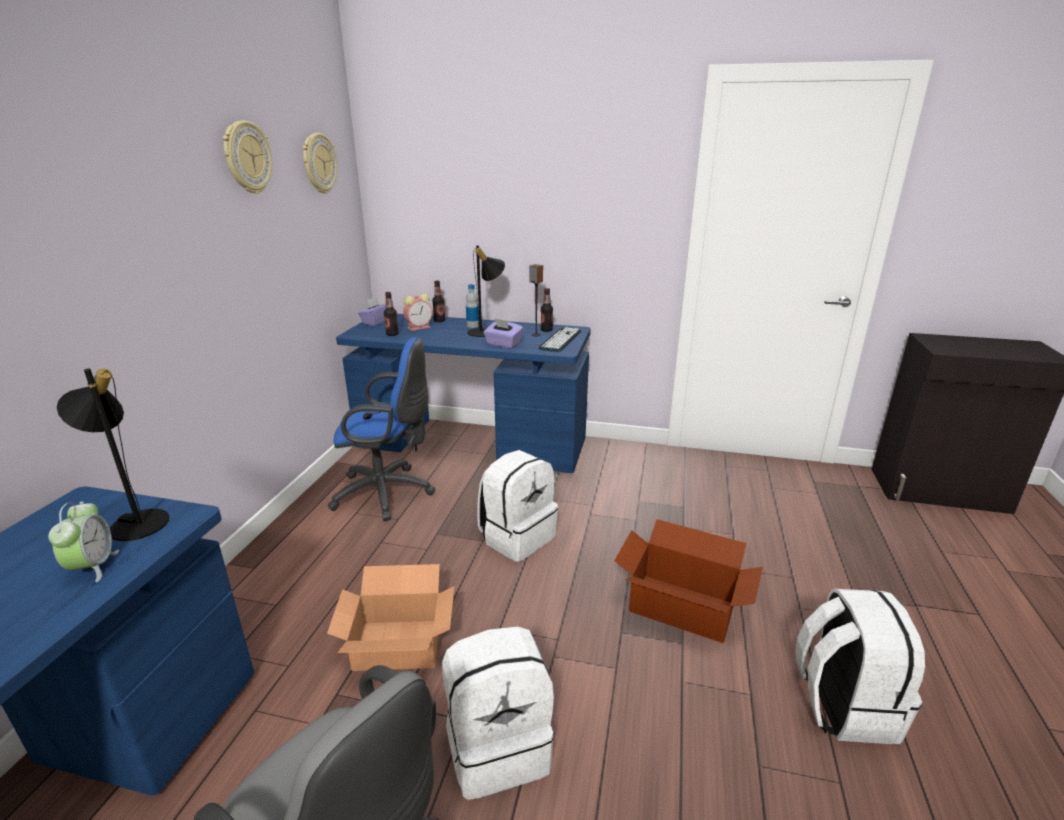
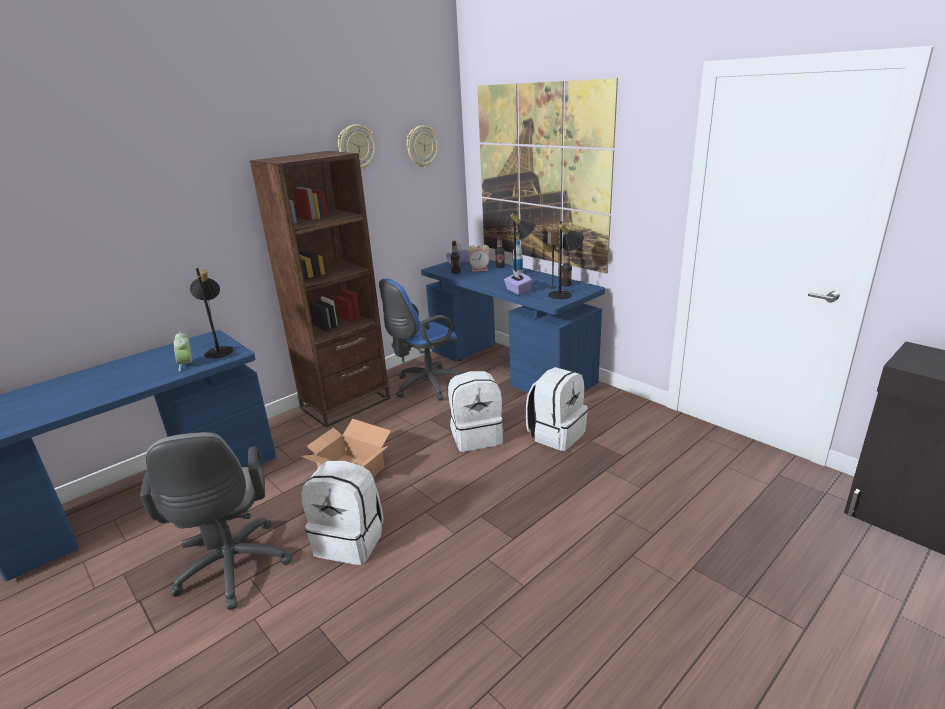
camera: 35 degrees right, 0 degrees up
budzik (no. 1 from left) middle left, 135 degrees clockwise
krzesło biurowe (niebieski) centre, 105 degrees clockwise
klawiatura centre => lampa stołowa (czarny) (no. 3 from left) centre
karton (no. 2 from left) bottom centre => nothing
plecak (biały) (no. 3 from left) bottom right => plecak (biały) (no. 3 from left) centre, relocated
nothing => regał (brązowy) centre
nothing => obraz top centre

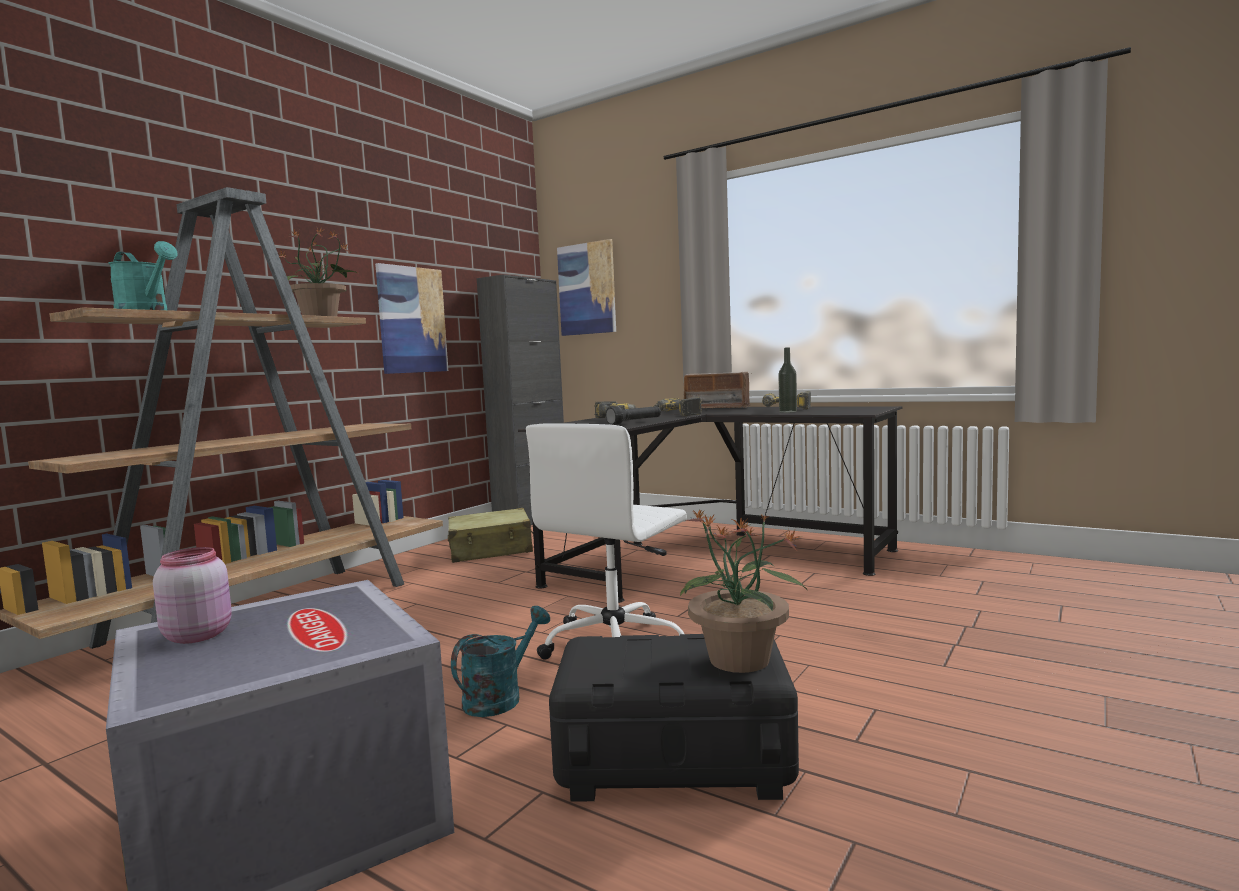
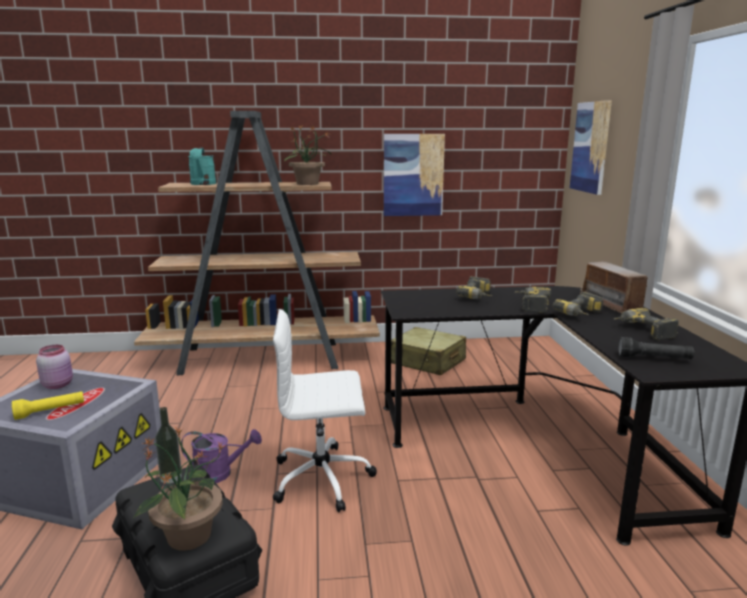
camera: 50 degrees right, 10 degrees up
konewka (turkusowy) (no. 2 from left) bottom centre => konewka (fioletowy) bottom left
szafka (czarny) centre => nothing
latarka (czarny) centre => latarka (czarny) middle right, relocated
butelka centre => butelka bottom left, relocated
nothing => latarka (żółty) bottom left
nothing => wiertarka (no. 3 from left) middle right

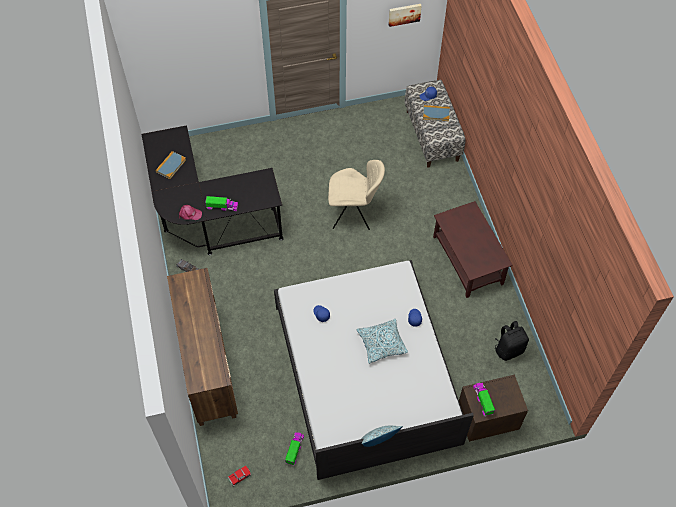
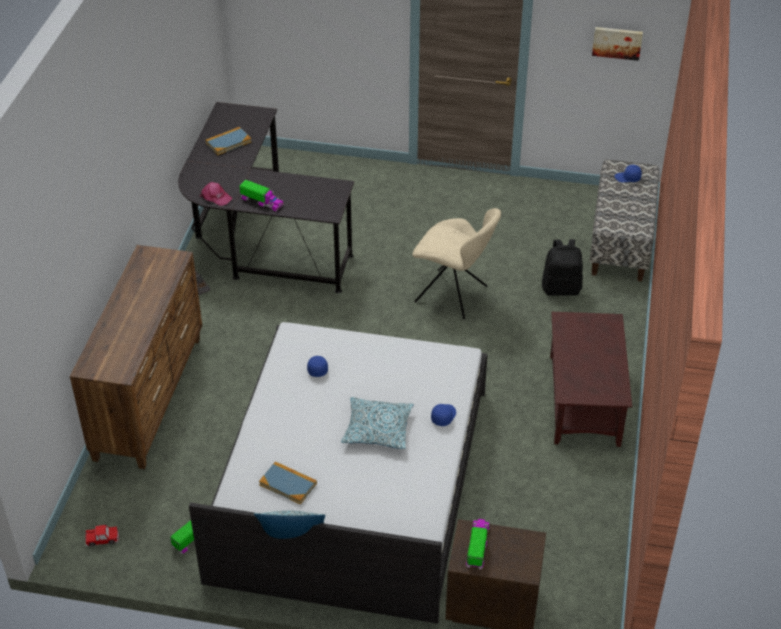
camera: 25 degrees right, 15 degrees down
książka (no. 2 from left) top centre => książka (no. 2 from left) bottom centre, relocated
plecak (czarny) bottom right => plecak (czarny) middle right, relocated

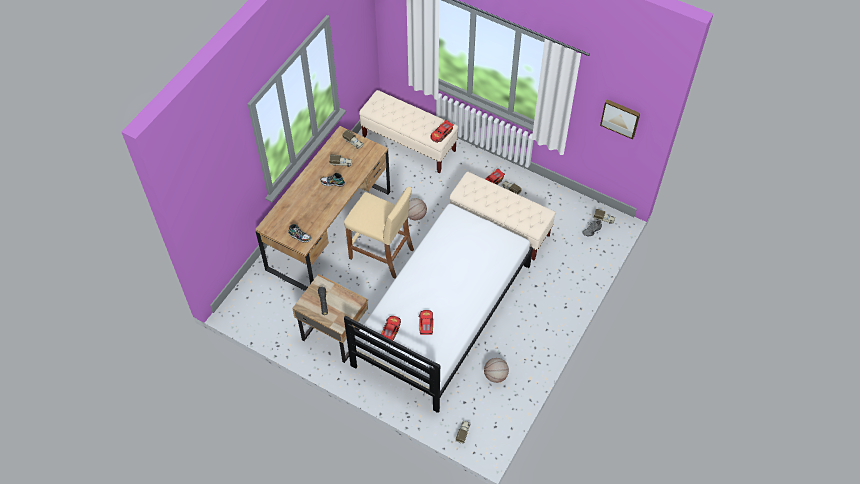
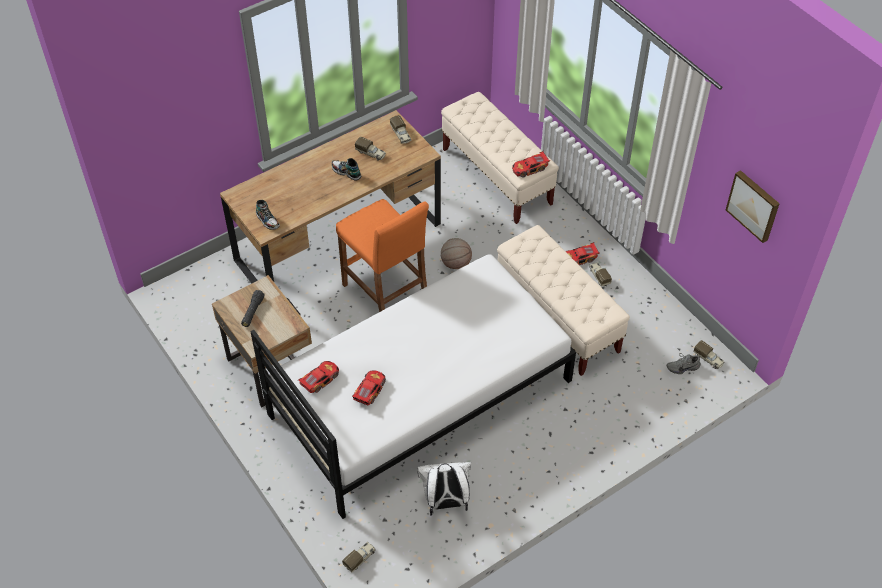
camera: 25 degrees right, 5 degrees down
stołek (beżowy) centre => stołek (pomarańczowy) centre
piłka do koszykówki (no. 2 from left) bottom centre => plecak (biały) bottom centre

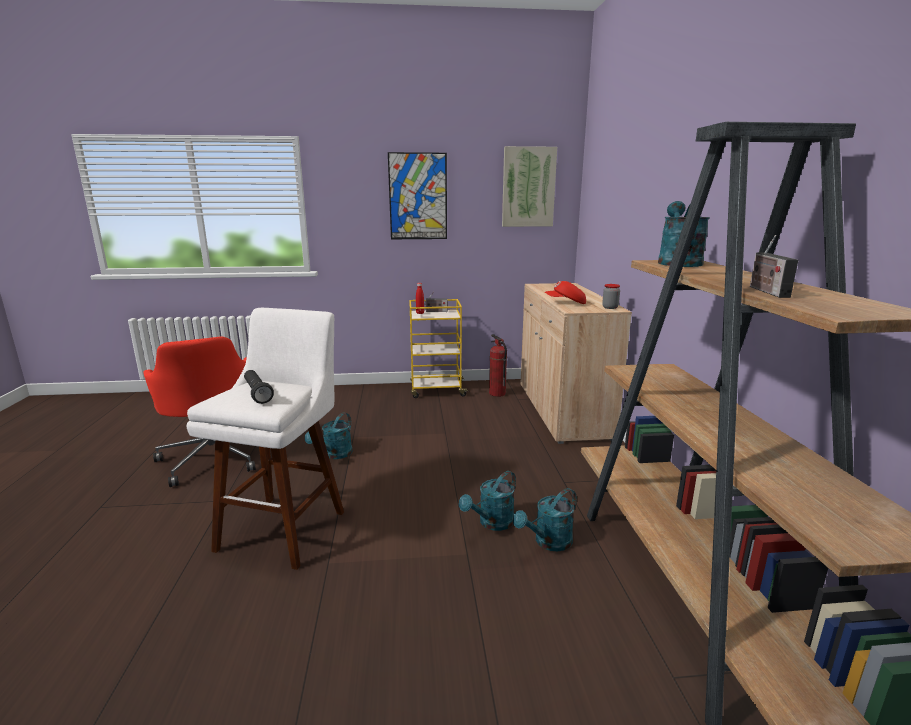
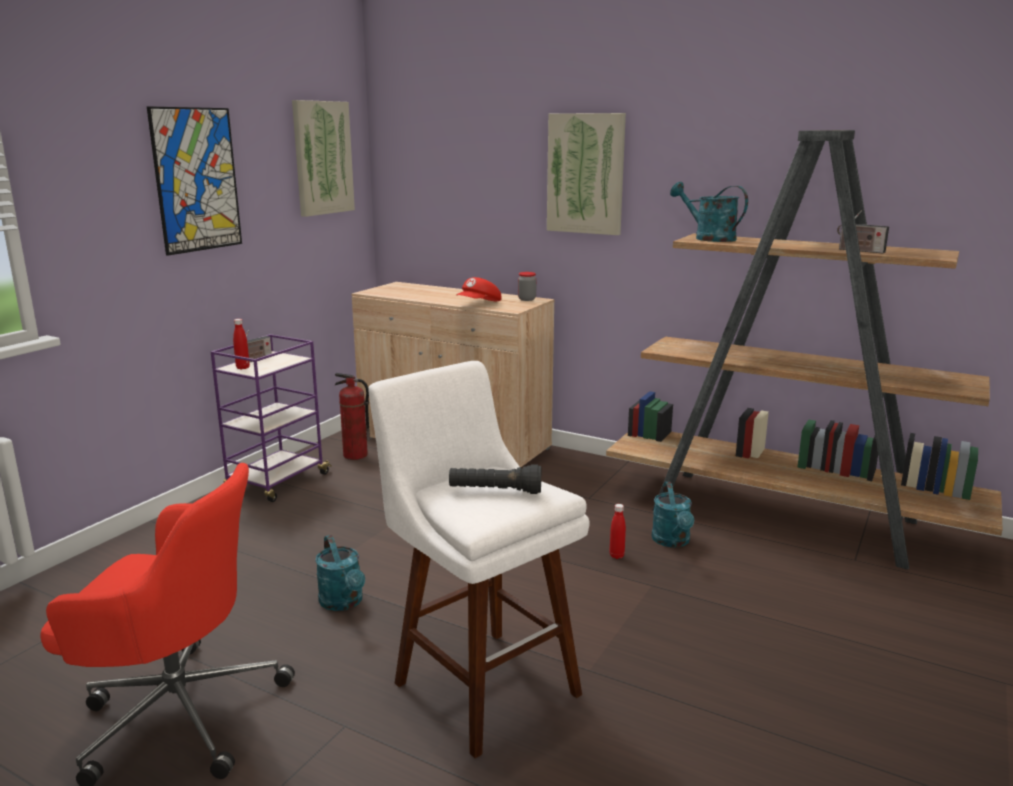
camera: 55 degrees left, 0 degrees up
wózek (żółty) centre => wózek (fioletowy) middle left
konewka (turkusowy) (no. 2 from left) bottom centre => butelka (czerwony) (no. 2 from left) bottom centre
nothing => obraz (no. 3 from left) top centre

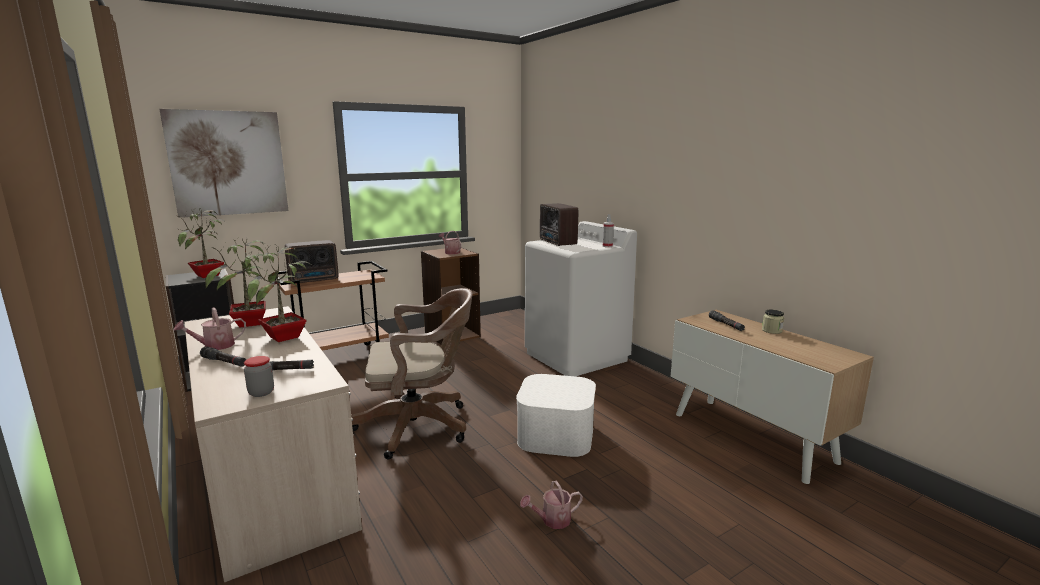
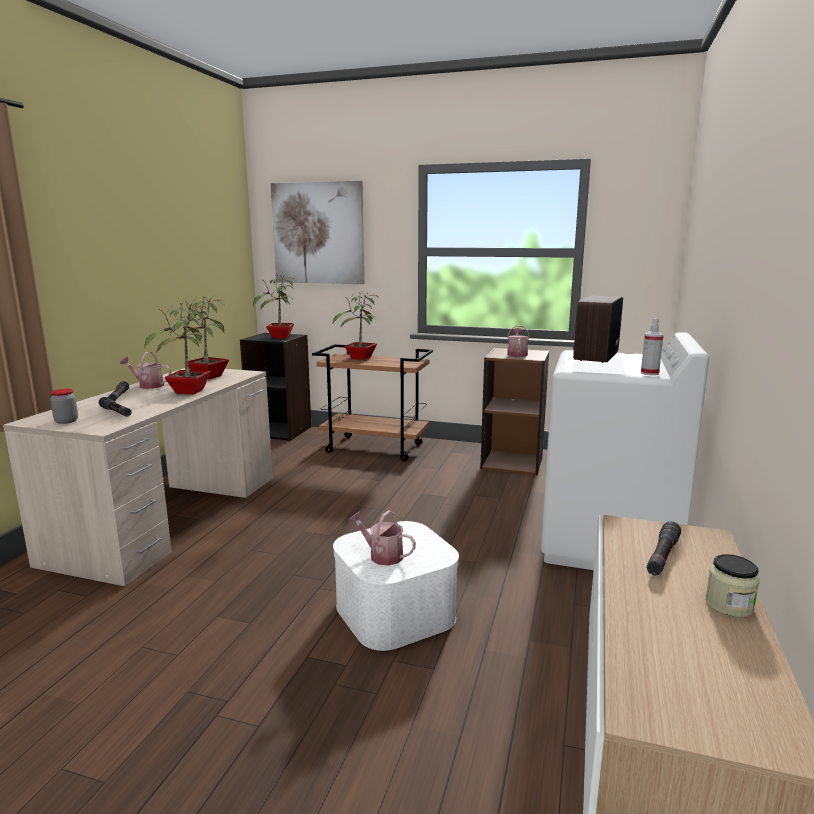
camera: 50 degrees right, 0 degrees up
radio (no. 1 from left) middle left => roślina doniczkowa (no. 4 from left) centre
krzesło biurowe (brązowy) centre => nothing
konewka (no. 3 from left in the first image) bottom centre => konewka (no. 2 from left) centre, relocated

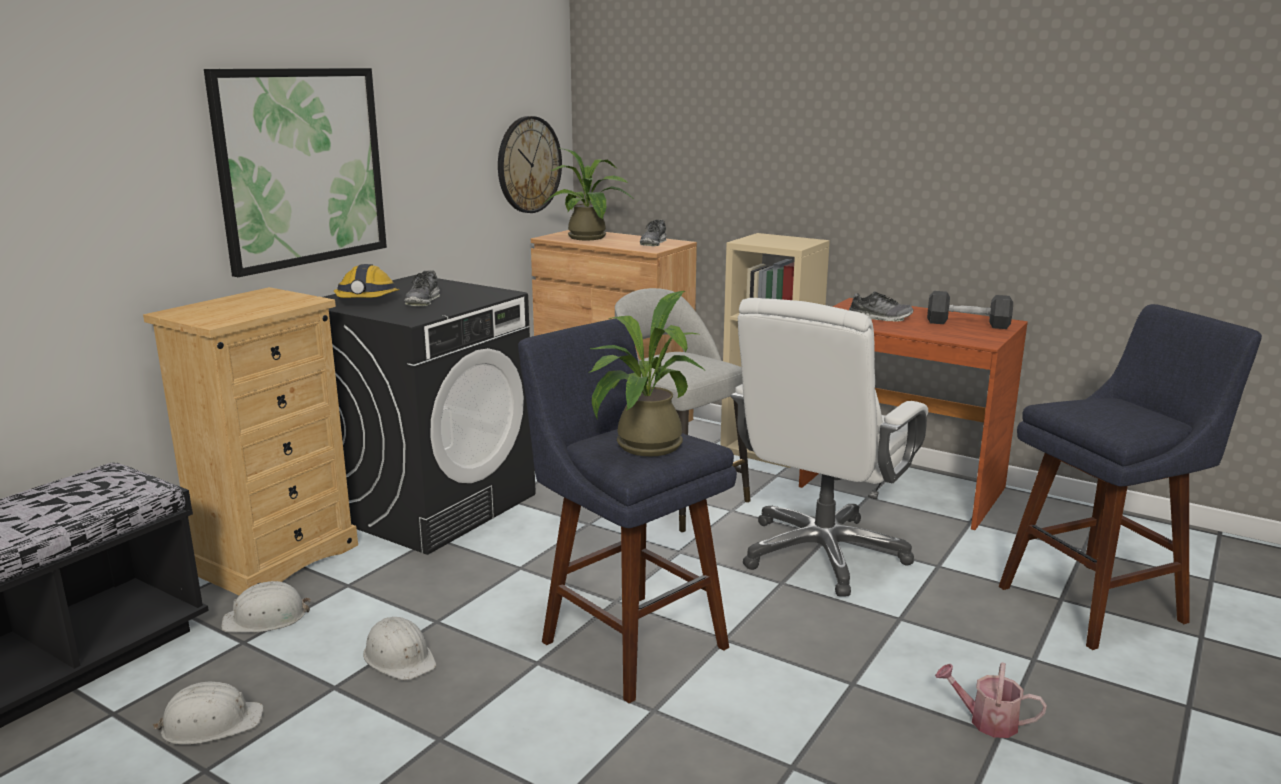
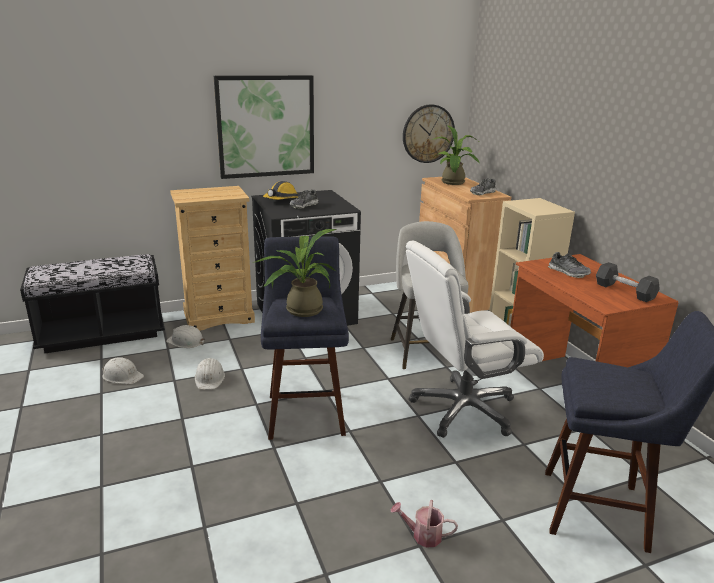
camera: 35 degrees right, 5 degrees up
konewka bottom right => konewka bottom centre, 45 degrees counterclockwise

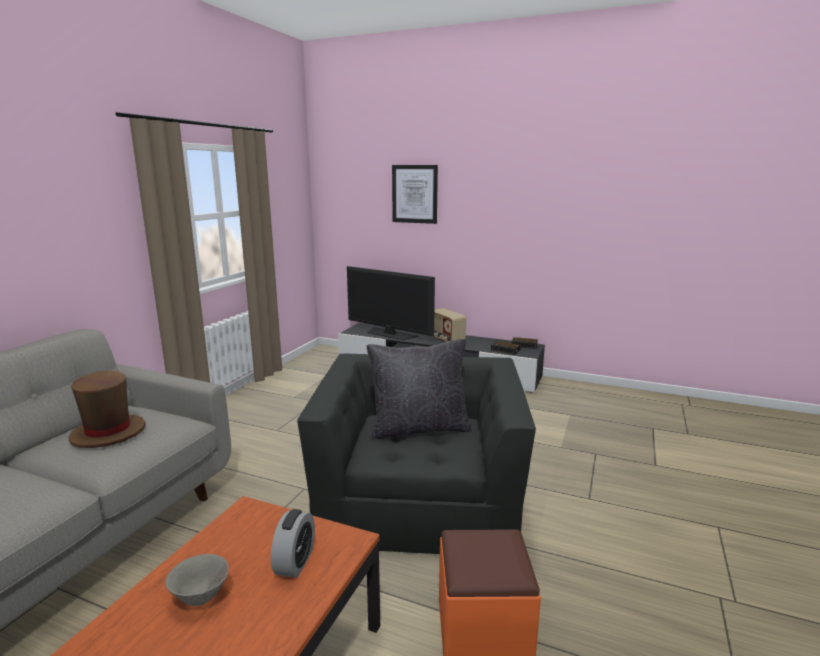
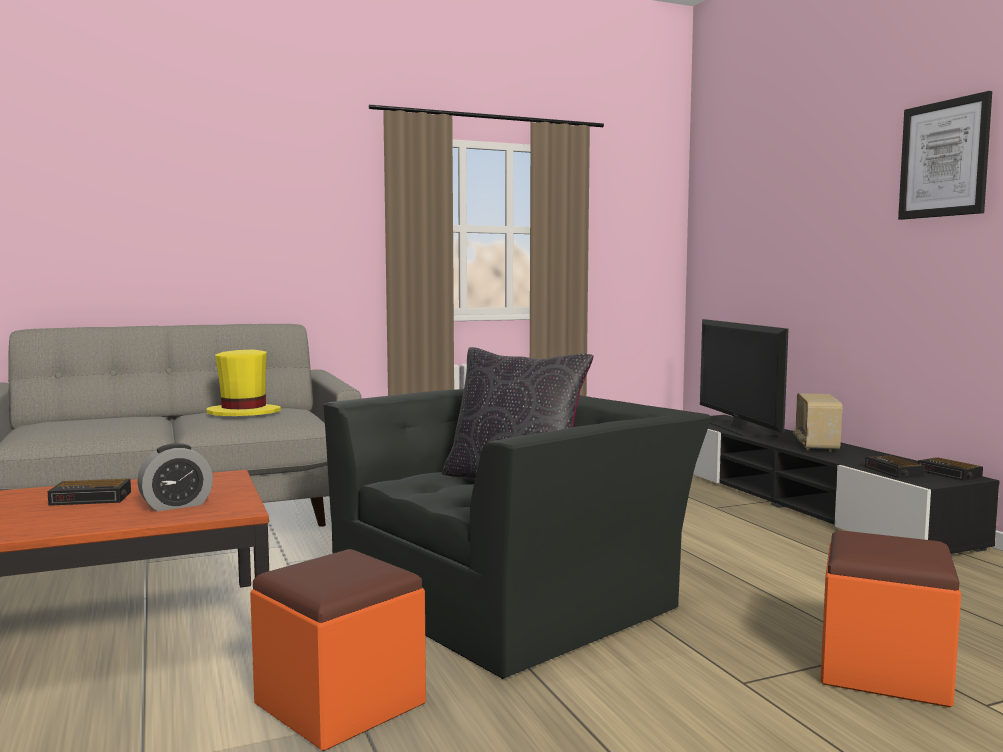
camera: 45 degrees right, 10 degrees down
kapelusz (brązowy) middle left => kapelusz (żółty) middle left
miska (szary) bottom left => budzik (no. 1 from left) middle left
obraz top centre => obraz top right, relocated
nothing => pufa (pomarańczowy) (no. 2 from left) bottom right

